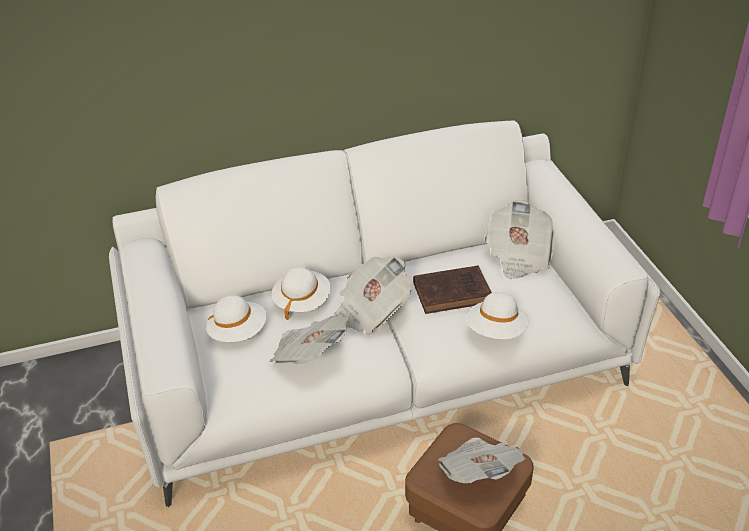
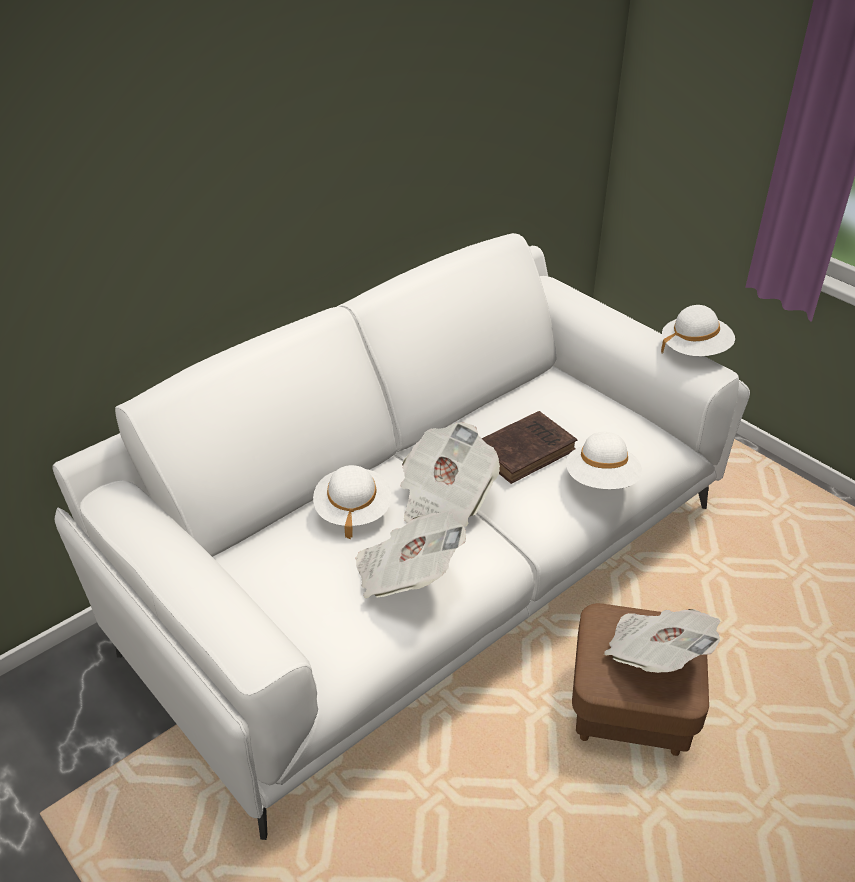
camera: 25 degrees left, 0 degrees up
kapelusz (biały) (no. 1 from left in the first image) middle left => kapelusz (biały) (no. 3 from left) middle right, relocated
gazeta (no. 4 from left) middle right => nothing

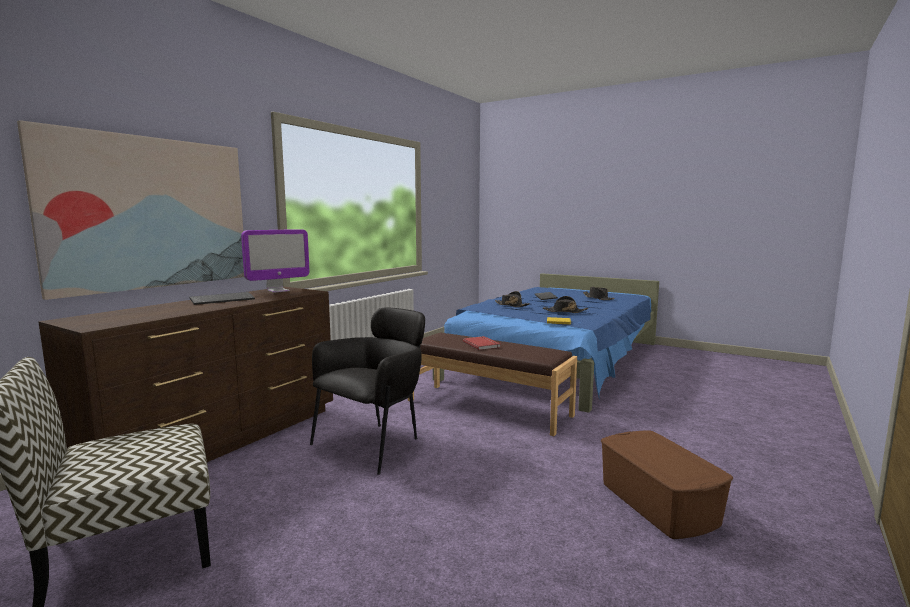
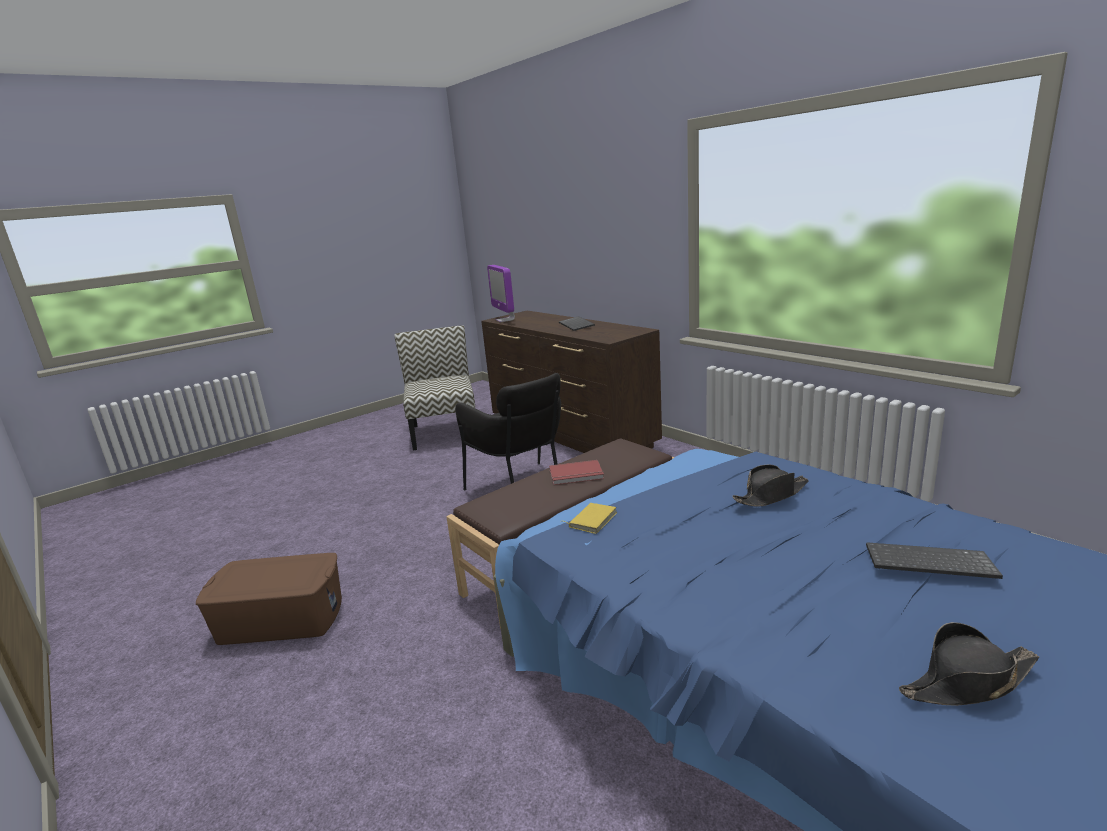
camera: 110 degrees right, 10 degrees up
obraz middle left => nothing
monitor middle left => monitor centre, relocated
kapelusz (czarny) (no. 2 from left) centre => nothing

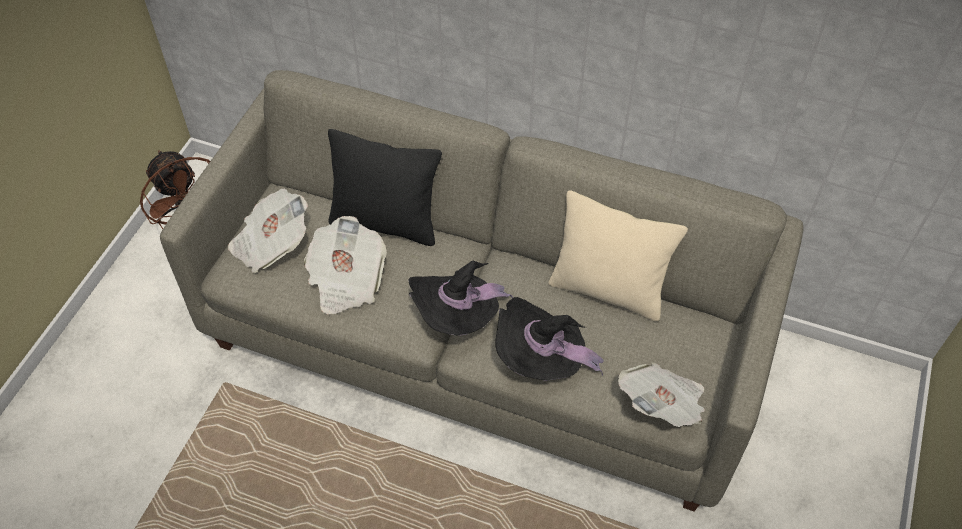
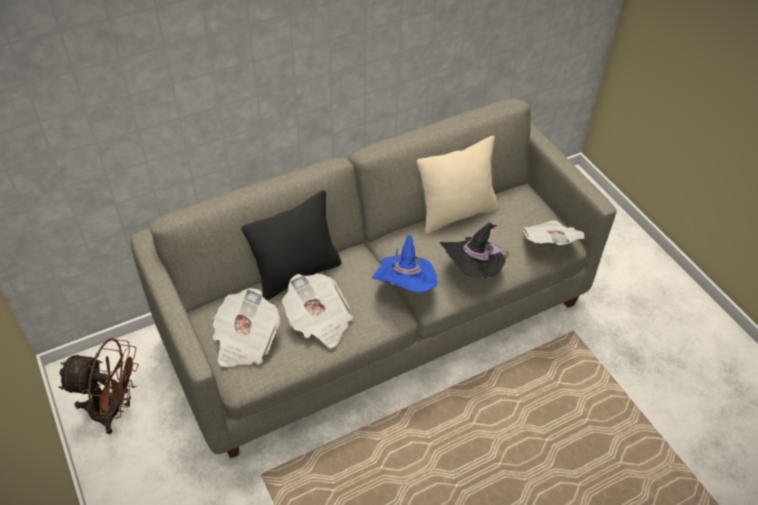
camera: 50 degrees left, 5 degrees down
kapelusz (czarny) (no. 1 from left) centre => kapelusz (niebieski) centre

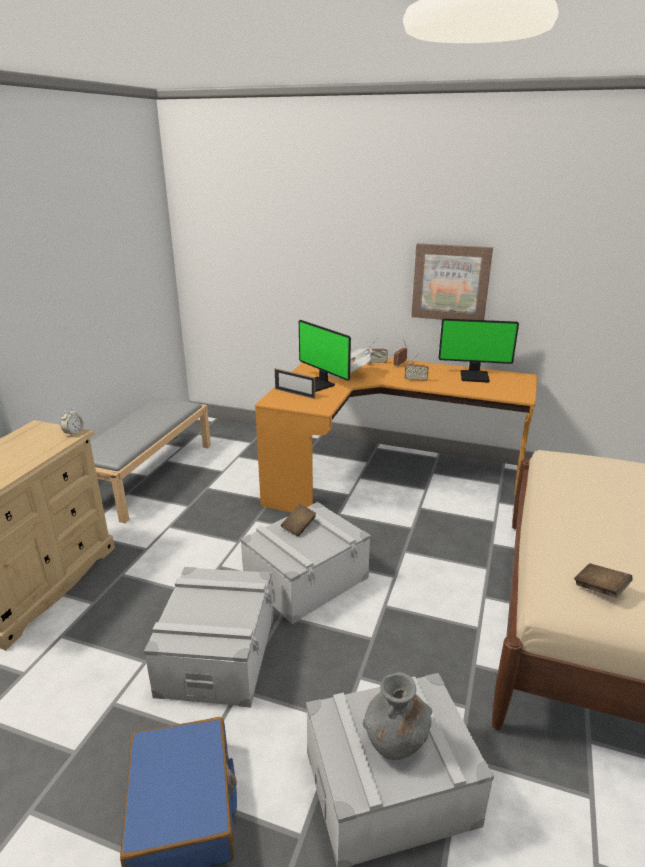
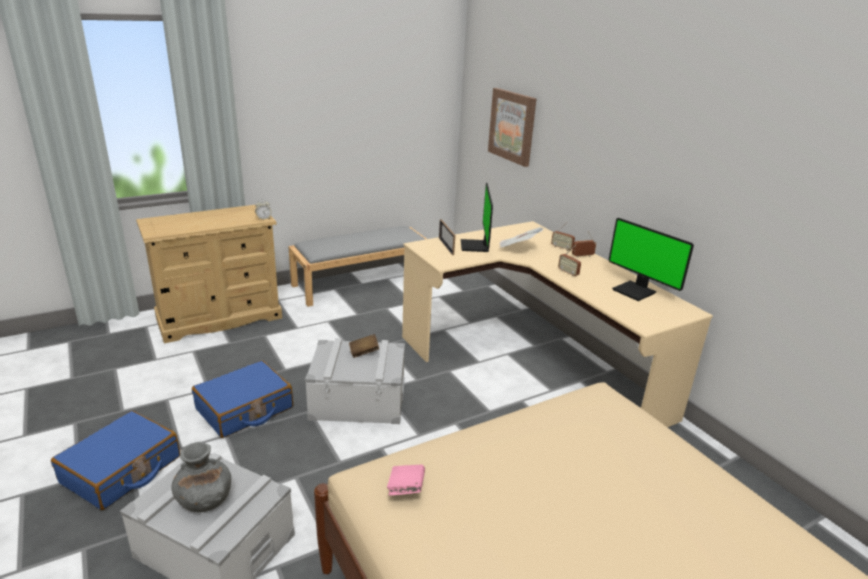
camera: 40 degrees right, 0 degrees up
pojemnik do przechowywania (szary) (no. 1 from left) bottom left => walizka (niebieski) (no. 2 from left) bottom left
biurko (pomarańczowy) centre => biurko (beżowy) centre
obraz top right => obraz top centre, relocated
książka (brązowy) (no. 2 from left) bottom right => książka (różowy) bottom centre

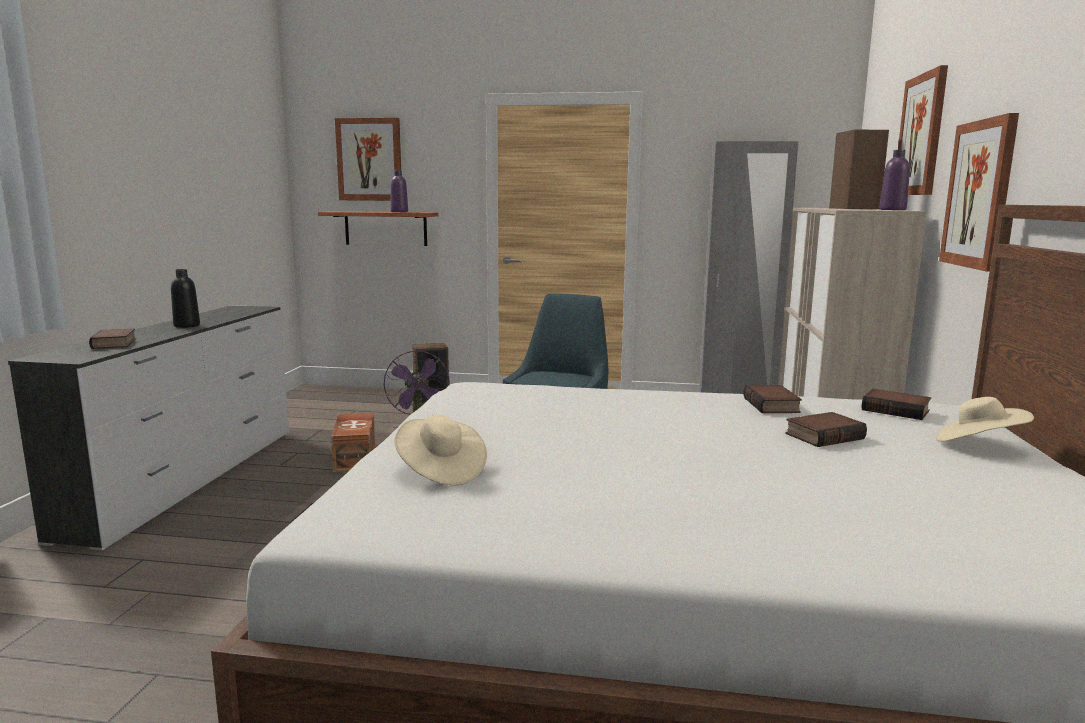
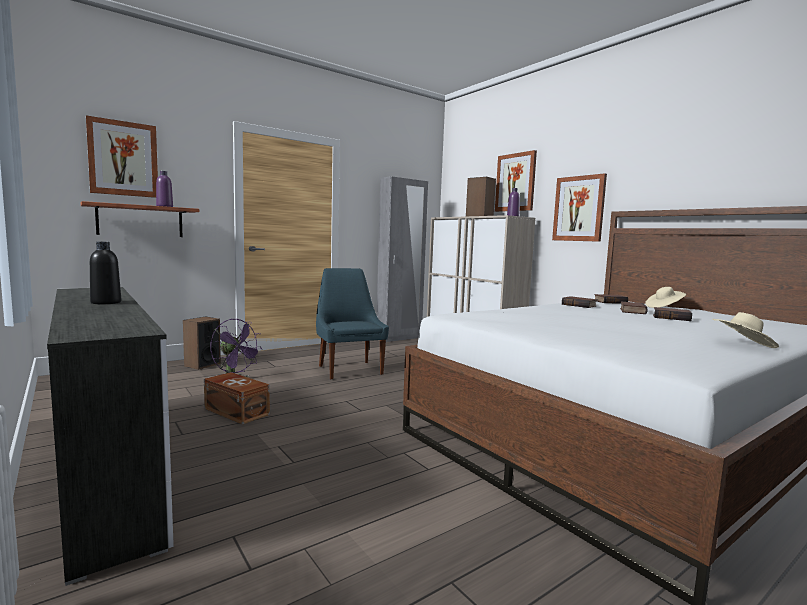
camera: 45 degrees left, 5 degrees down
książka (no. 1 from left in the first image) middle left => książka (no. 4 from left) middle right, relocated
kapelusz (beżowy) (no. 1 from left in the first image) centre => kapelusz (beżowy) (no. 2 from left) middle right, relocated

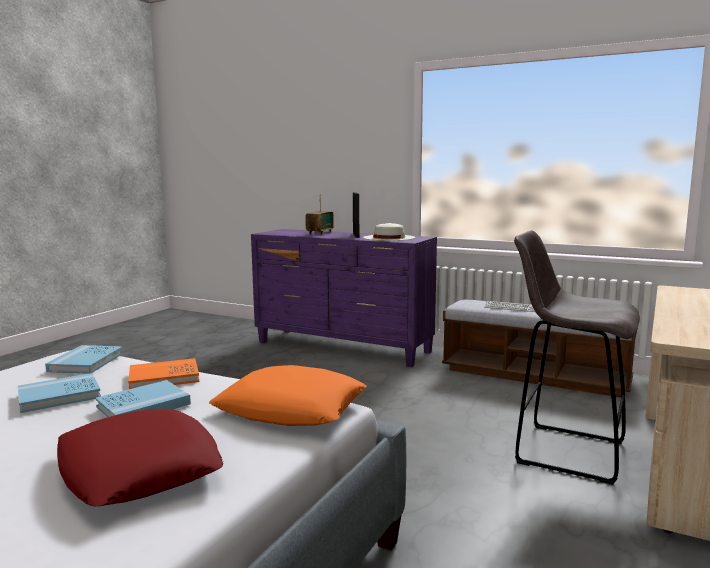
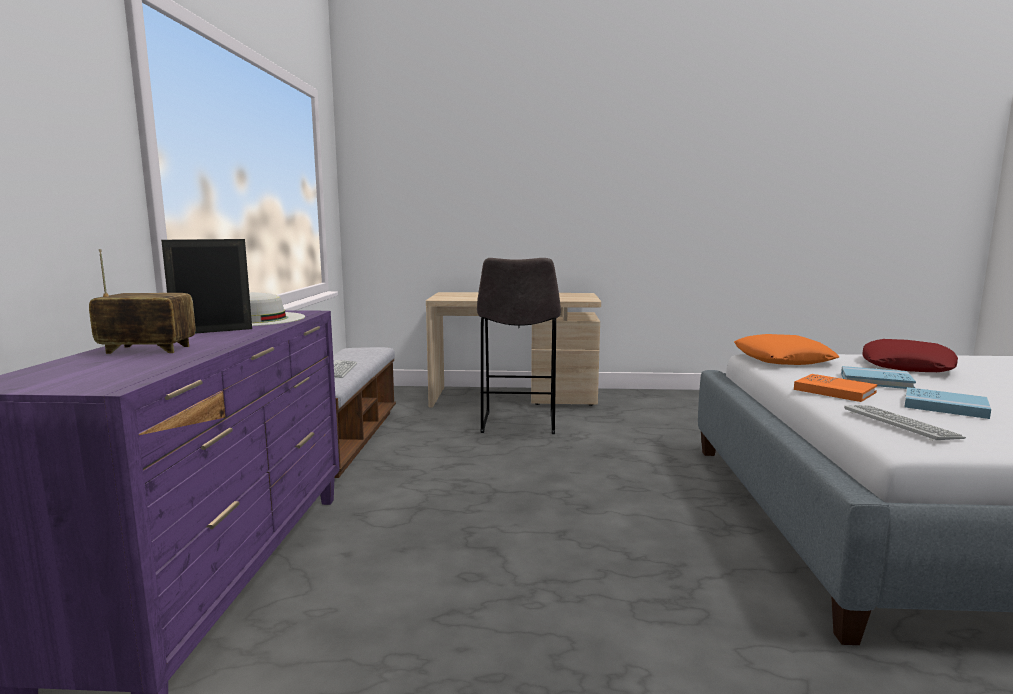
camera: 115 degrees left, 0 degrees up
książka (niebieski) (no. 2 from left) middle left => klawiatura (no. 2 from left) middle right

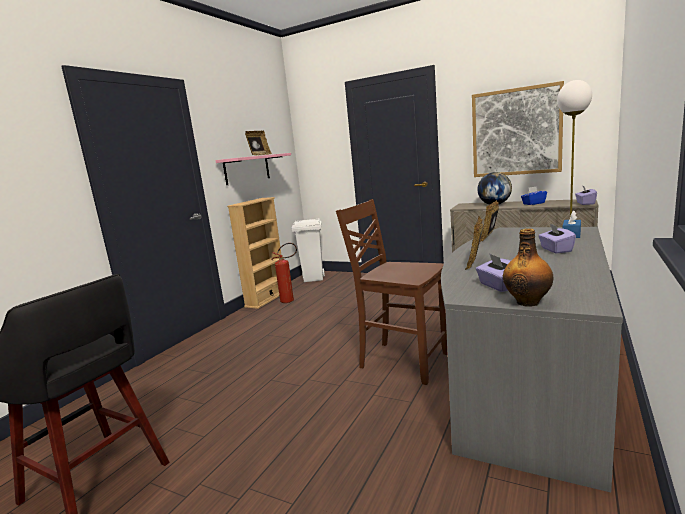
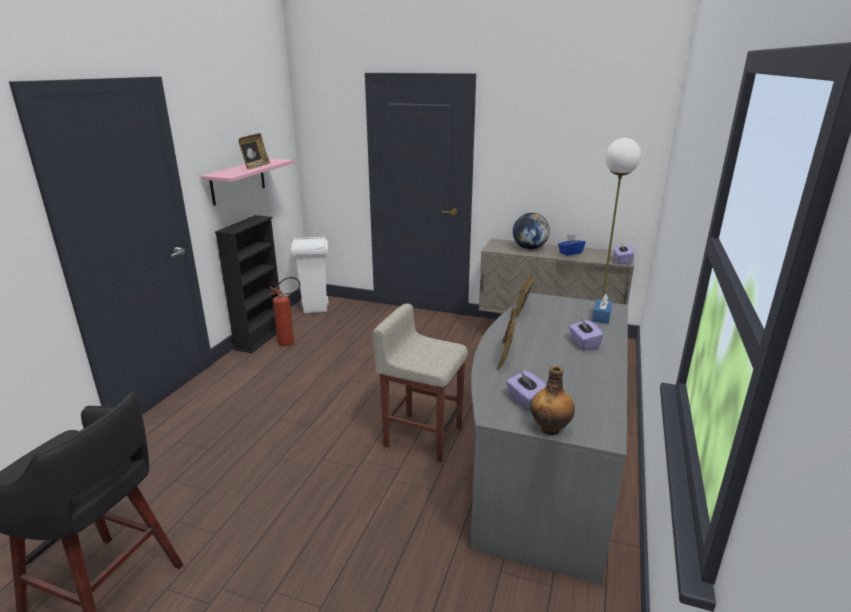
camera: 10 degrees left, 10 degrees up
regał (beżowy) centre => regał (czarny) middle left
krzesło (brązowy) centre => stołek (beżowy) centre
obraz top right => nothing

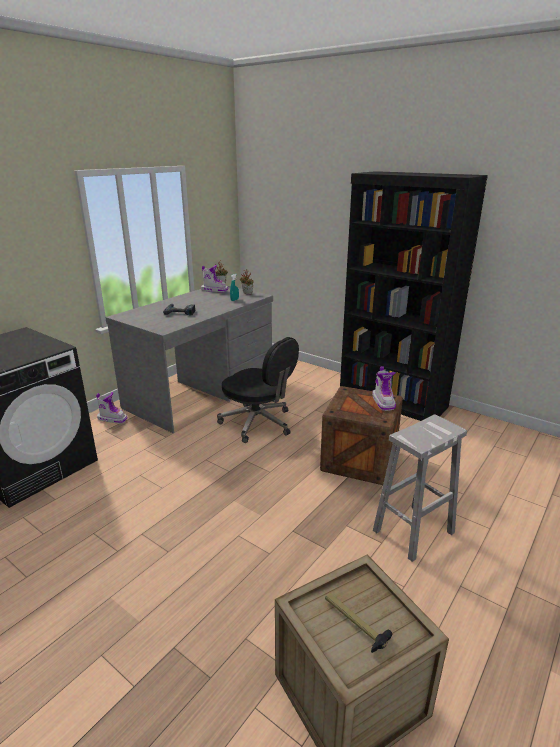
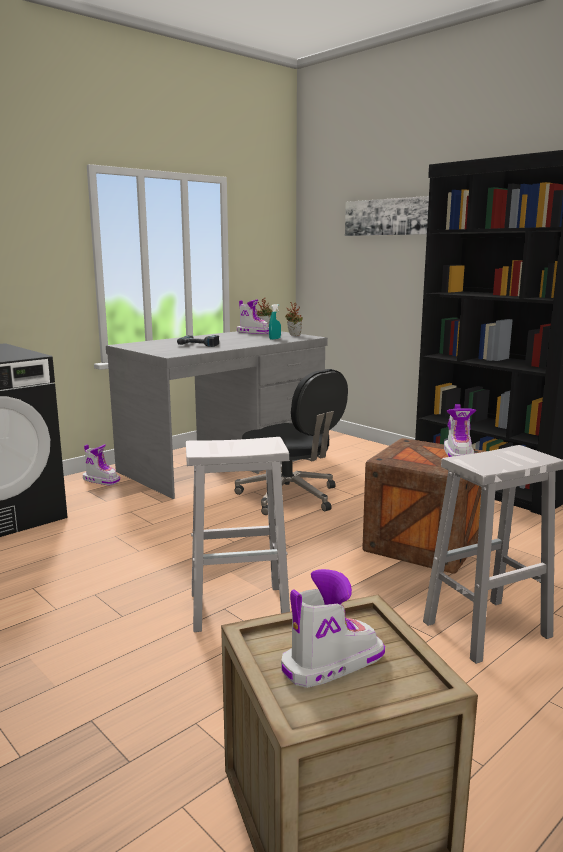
camera: 10 degrees right, 10 degrees down
młotek bottom centre => but z cholewką (no. 3 from left) bottom centre
nothing => stołek (biały) (no. 1 from left) centre
nothing => obraz top right

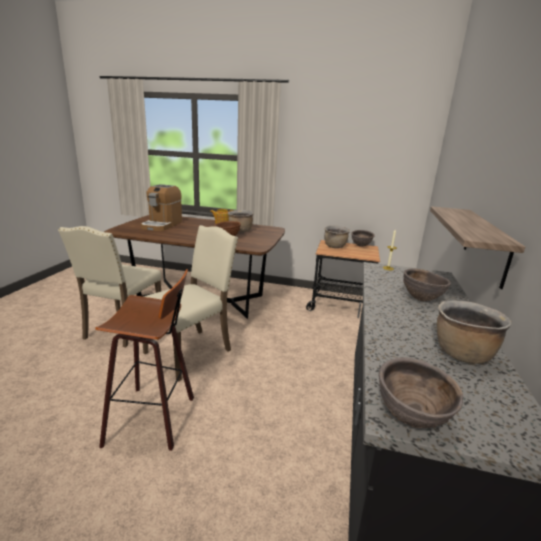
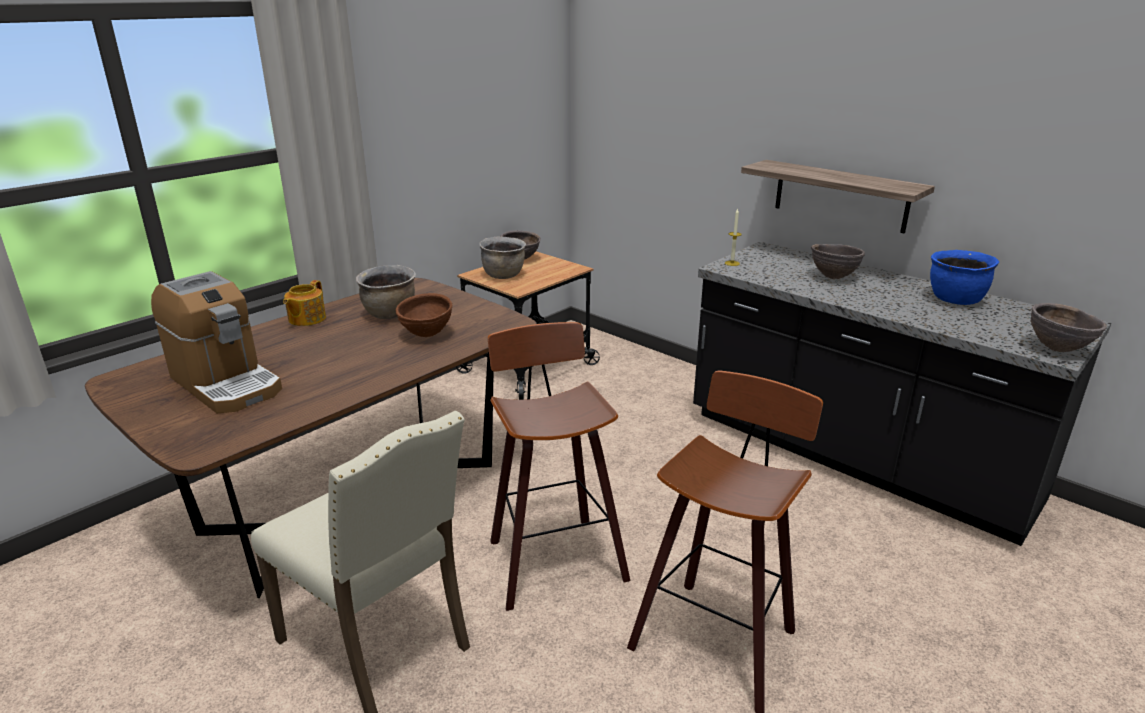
camera: 60 degrees left, 5 degrees up
krzesło (beżowy) (no. 2 from left) centre => stołek (no. 1 from left) centre
garnek (brązowy) (no. 3 from left) middle right => garnek (niebieski) middle right

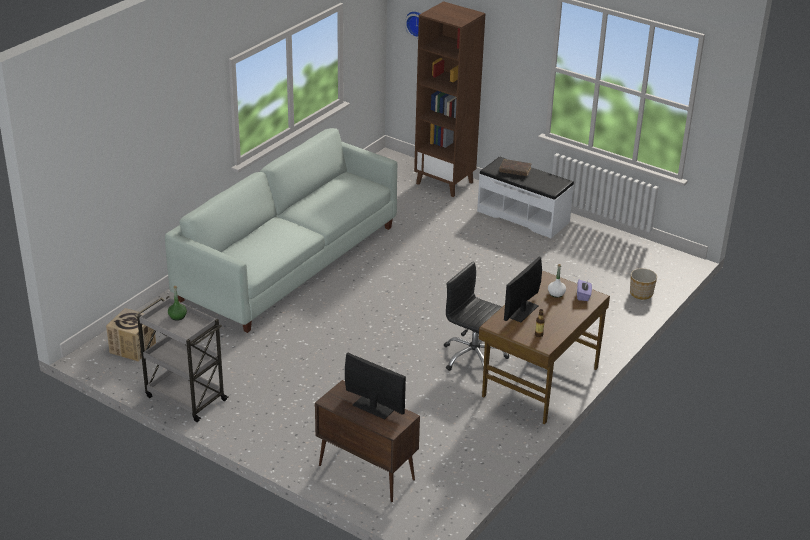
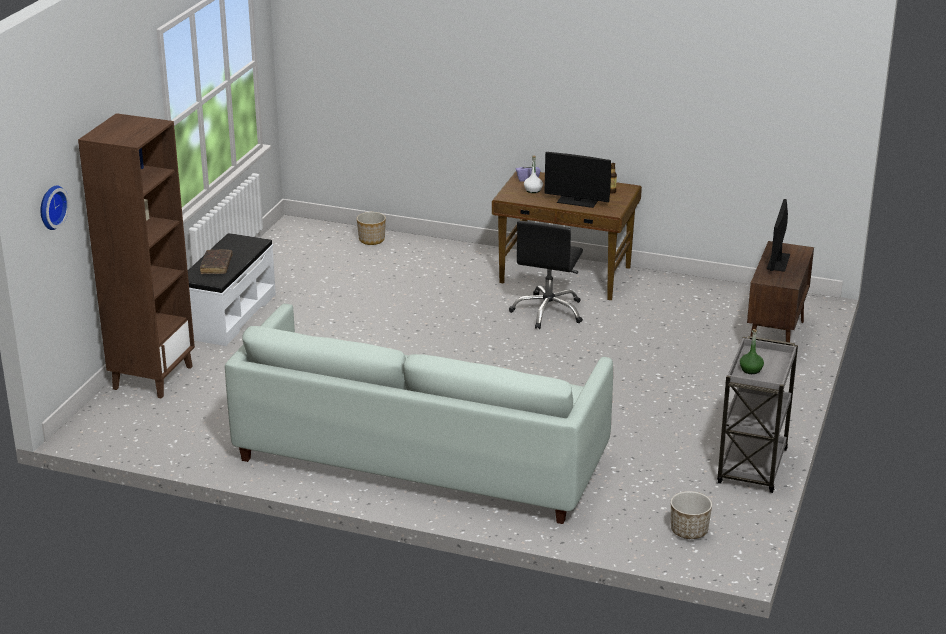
camera: 105 degrees left, 5 degrees down
karton middle left => donica (no. 2 from left) bottom right

